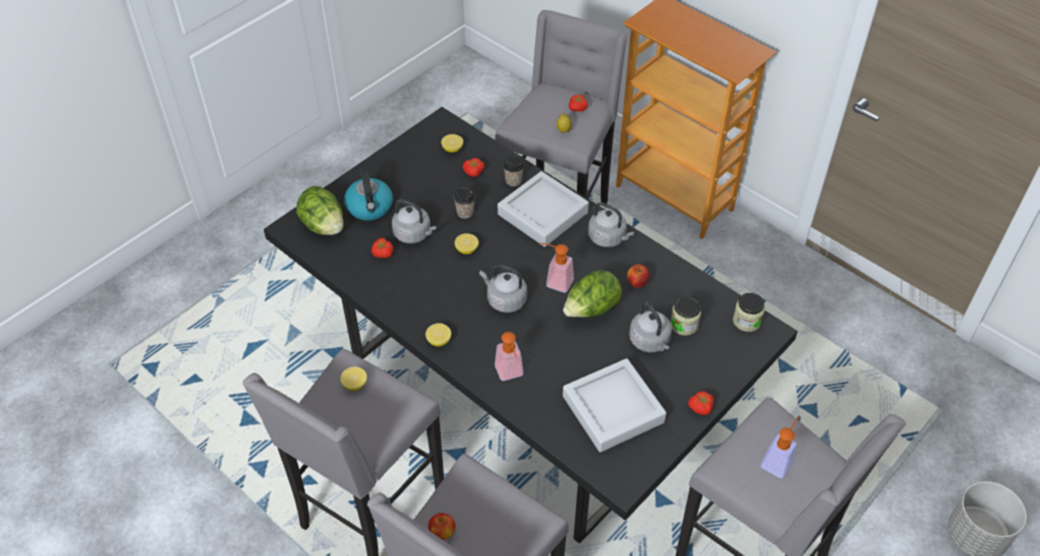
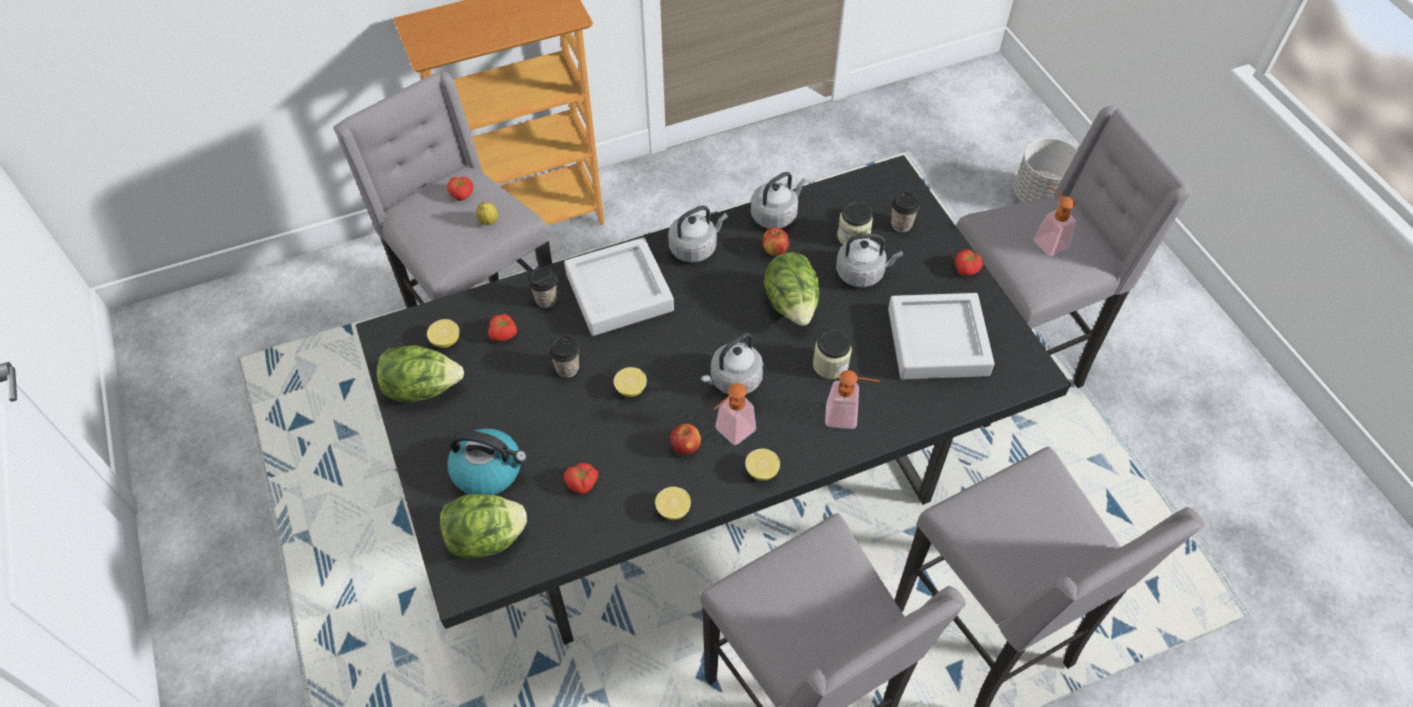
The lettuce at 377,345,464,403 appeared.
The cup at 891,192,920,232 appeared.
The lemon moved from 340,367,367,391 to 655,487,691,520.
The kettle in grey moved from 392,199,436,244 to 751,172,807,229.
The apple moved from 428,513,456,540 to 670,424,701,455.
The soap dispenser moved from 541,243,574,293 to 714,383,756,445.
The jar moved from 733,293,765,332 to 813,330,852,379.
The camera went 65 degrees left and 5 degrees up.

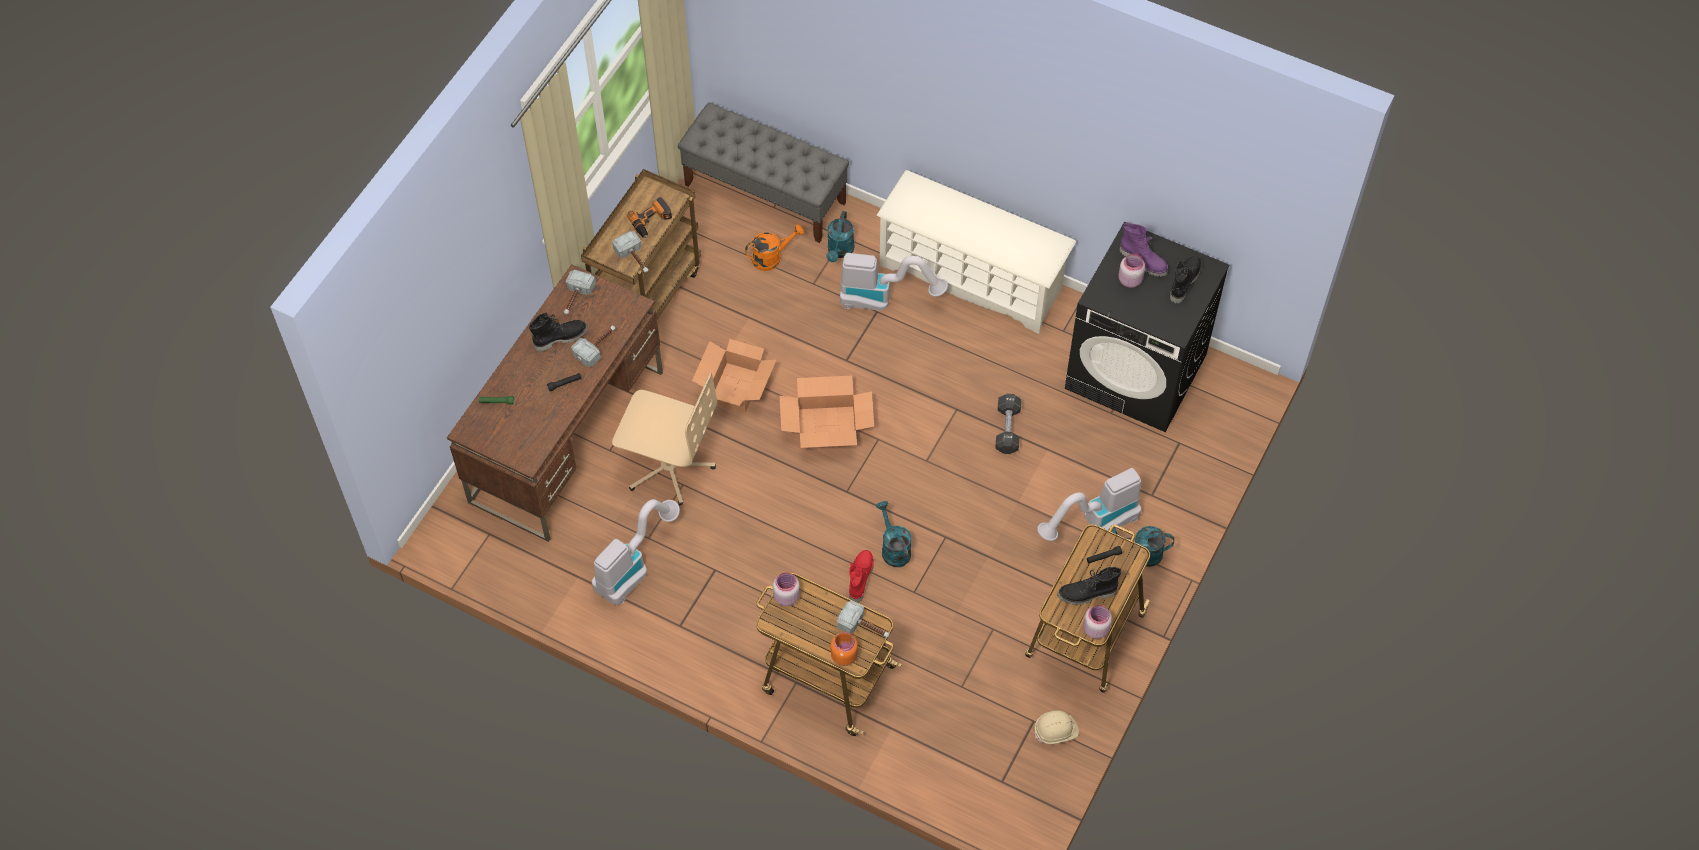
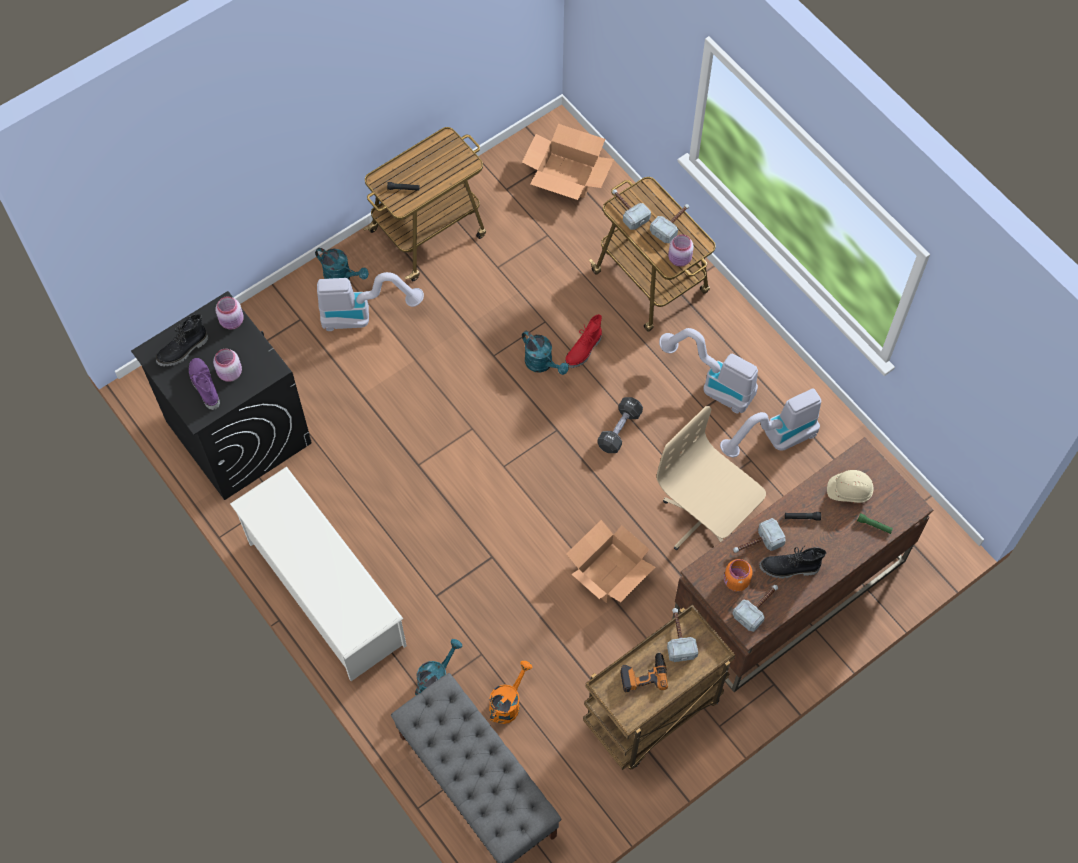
The boot in black at 1057,567,1122,605 disappeared.
The hammer at 650,204,689,243 appeared.
The cardboard box moved from 780,376,874,448 to 522,124,614,200.
The jar in orange moved from 831,632,858,666 to 724,559,753,592.
The vacuum cleaner moved from 840,253,948,310 to 659,328,758,414.
The dumbbell in black moved from 995,394,1021,454 to 597,397,643,453.
The hard hat in beige moved from 1034,710,1079,744 to 827,470,874,503.
The jar in pink moved from 1083,605,1112,639 to 216,296,244,330.
The watering can in orange at 745,224,804,271 turned 120 degrees clockwise.
The watering can in turquoise at 876,501,912,567 turned 45 degrees counterclockwise.
The camera went 155 degrees left and 5 degrees up.

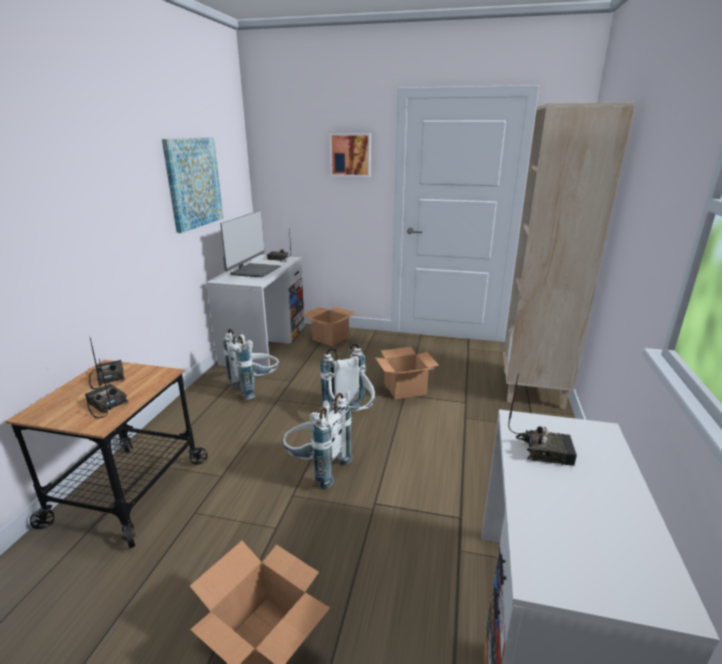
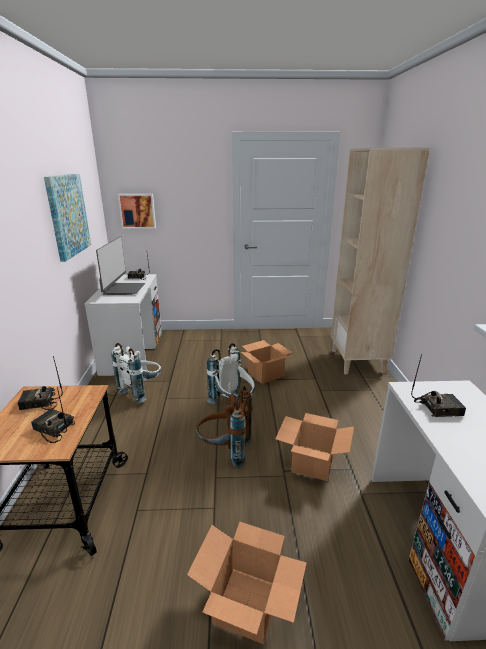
The cardboard box moved from 302,307,357,346 to 275,413,354,481.
The picture moved from 330,133,371,177 to 118,194,156,229.
The backpack in white at 282,393,353,489 became the backpack in brown at 196,386,252,468.
The radio at 89,336,124,389 turned 60 degrees counterclockwise.
The camera went 15 degrees left and 0 degrees up.

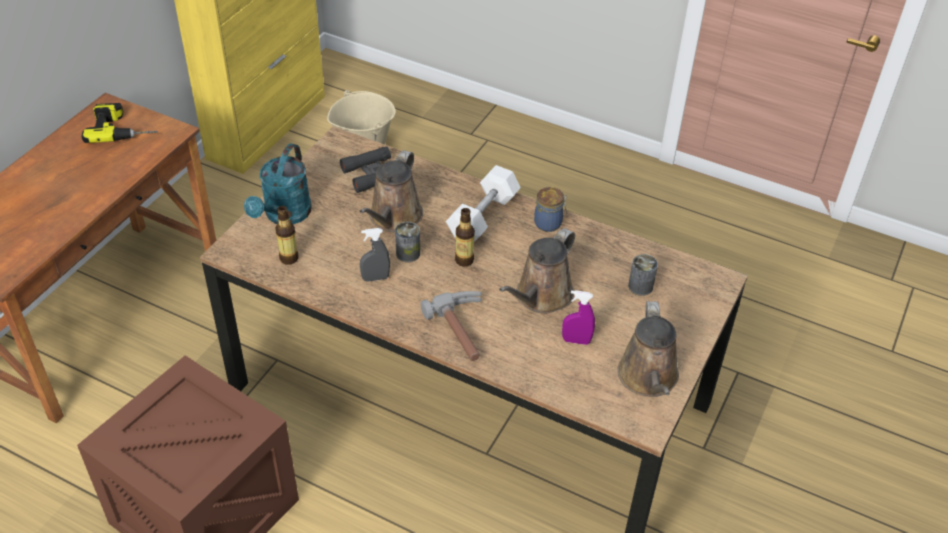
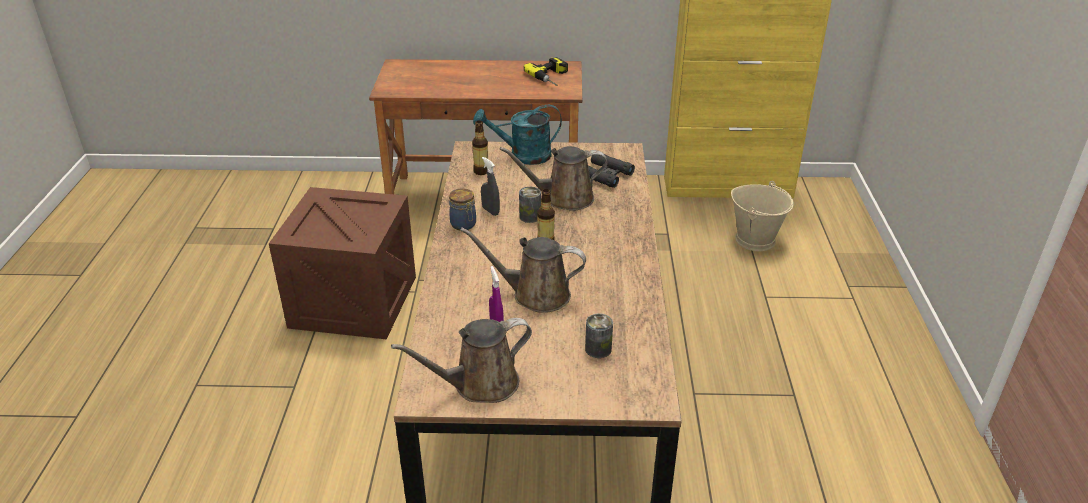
The hammer at 421,291,482,361 disappeared.
The dumbbell in white at 446,165,521,242 disappeared.
The jar moved from 534,187,567,232 to 449,188,476,230.
The camera went 65 degrees right and 10 degrees down.

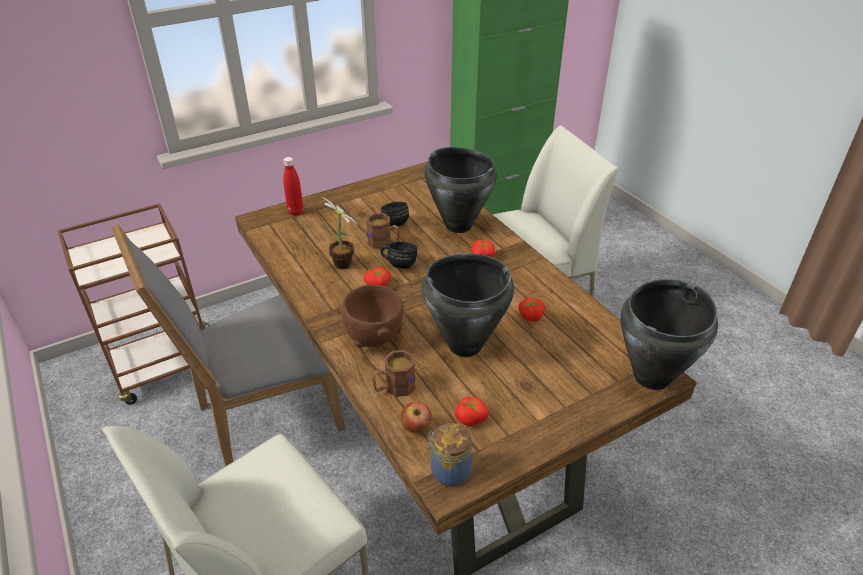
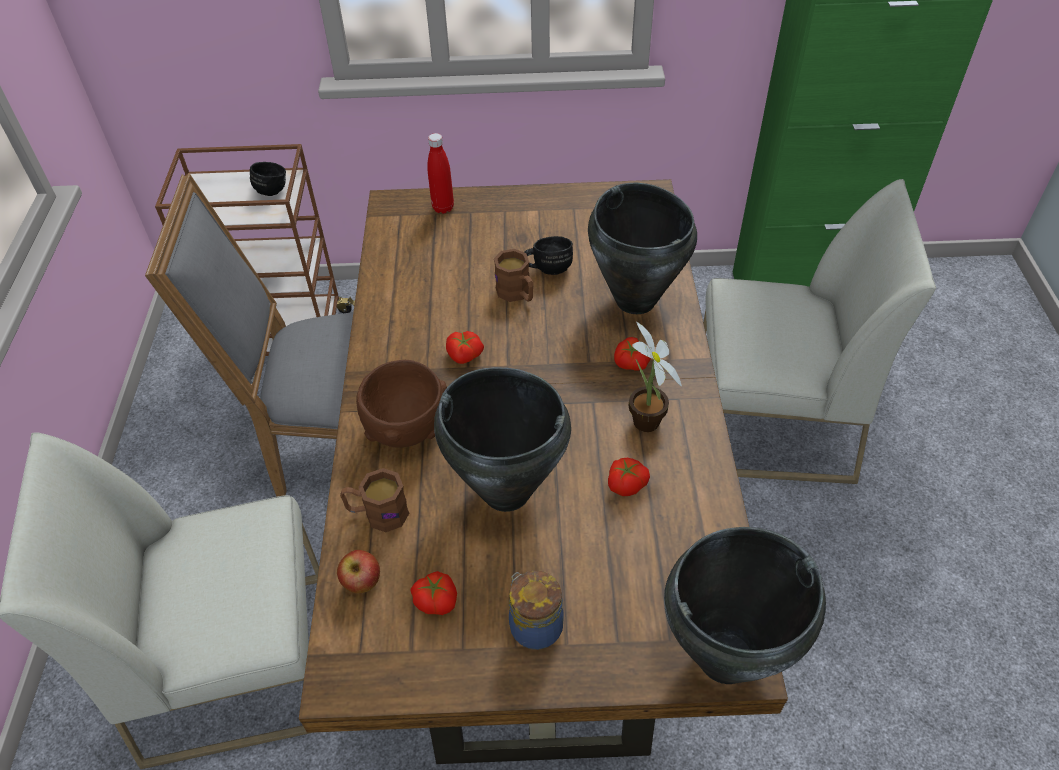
The potted plant moved from 322,197,359,269 to 628,321,682,432.
The mug in black moved from 380,241,418,269 to 250,162,286,196.
The jar moved from 427,423,472,486 to 509,571,564,650.
The camera went 30 degrees right and 10 degrees up.

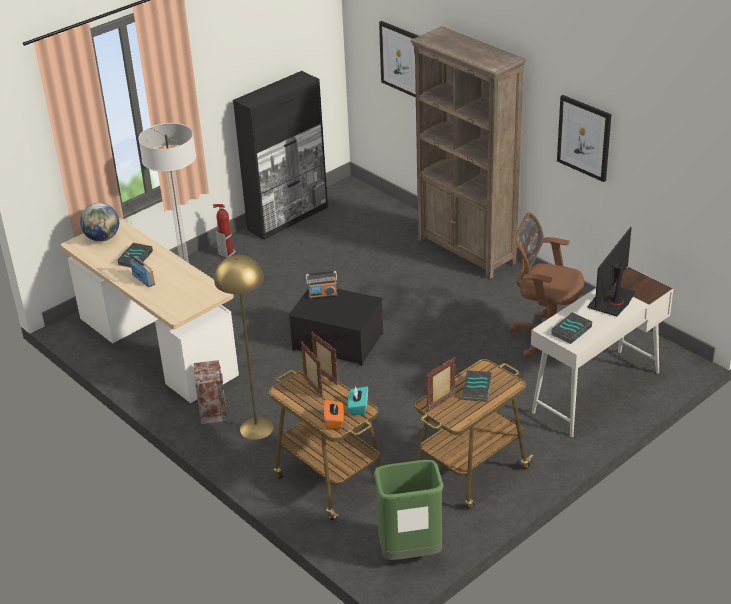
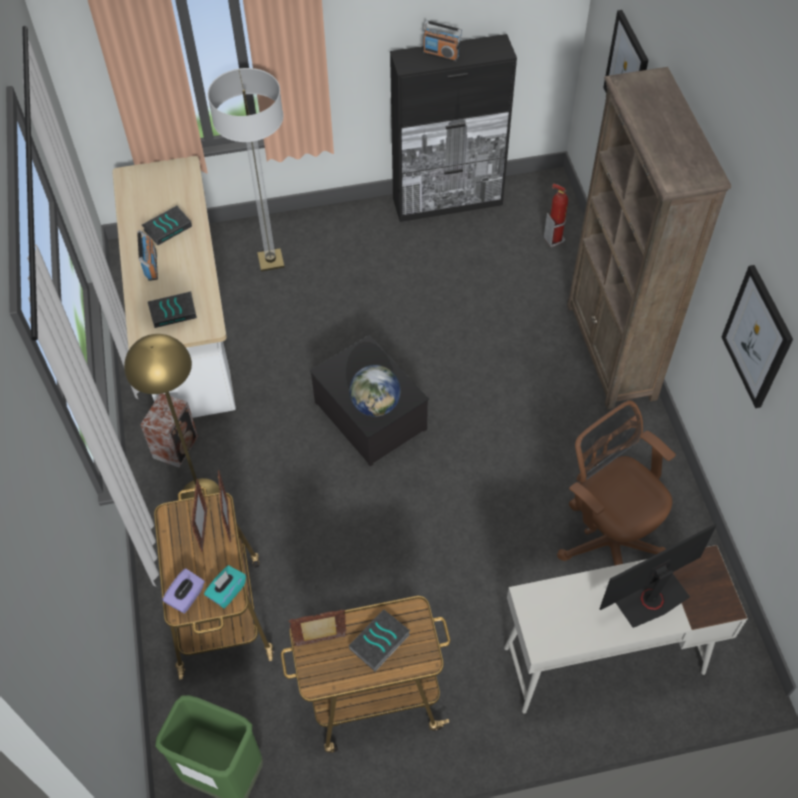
The globe moved from 80,203,119,242 to 349,365,401,417.
The fire extinguisher moved from 213,204,236,258 to 544,184,568,247.
The radio moved from 306,271,338,299 to 423,21,462,62.
The book moved from 551,312,592,344 to 148,291,197,328.
The tissue box in orange at 324,400,344,429 became the tissue box in purple at 162,568,205,613.
The camera went 30 degrees right and 20 degrees up.

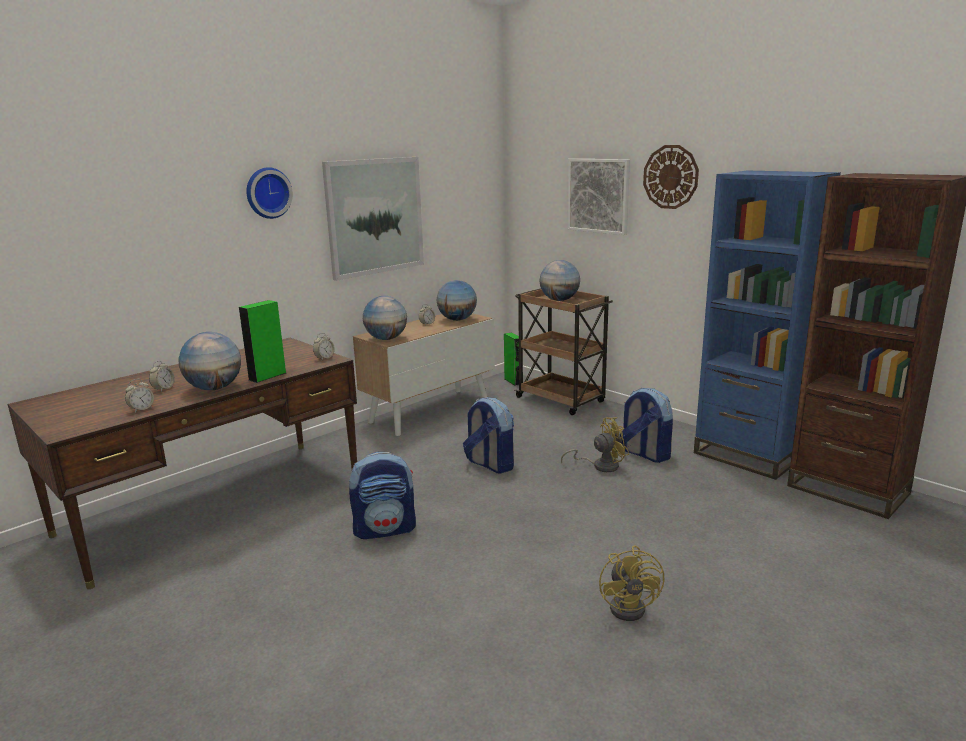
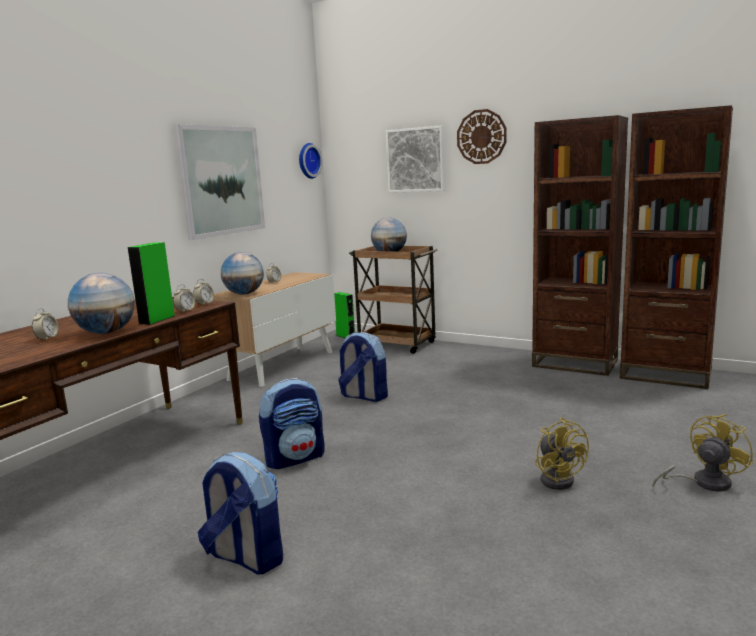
The globe at 437,280,477,321 disappeared.
The alarm clock moved from 125,379,154,413 to 173,284,196,313.
The wall clock moved from 246,167,293,219 to 299,143,322,179.
The fan in yellow moved from 561,417,629,472 to 653,414,753,491.
The backpack moved from 620,388,673,463 to 197,452,283,575.
The bookcase in blue at 694,171,841,480 became the bookcase in brown at 532,115,628,376.
The camera went 15 degrees left and 5 degrees down.

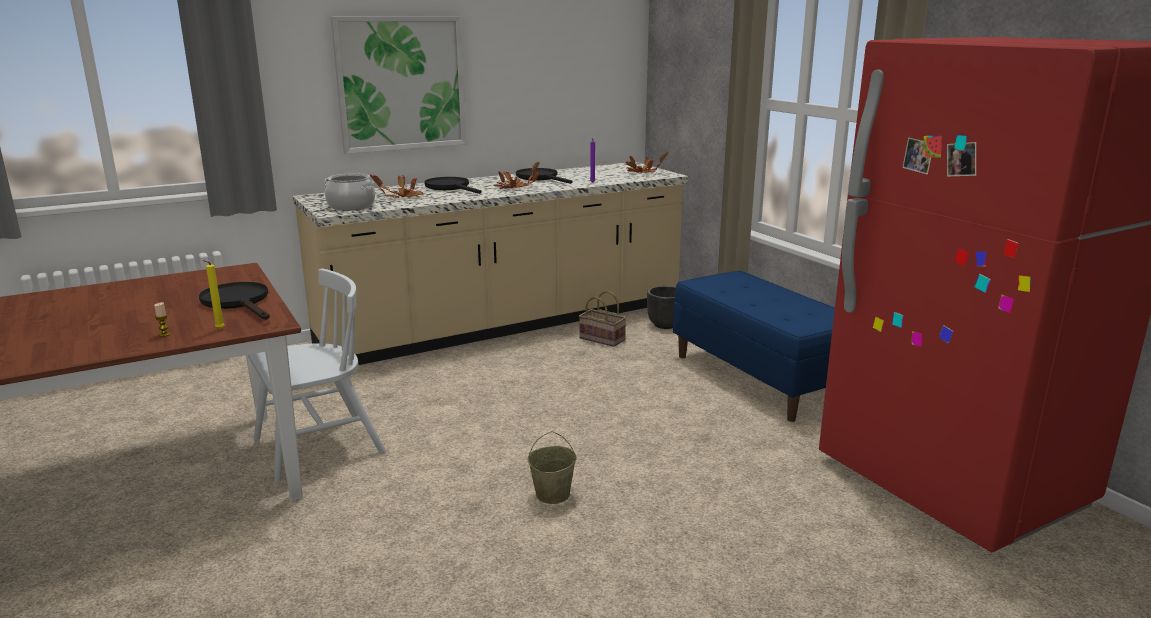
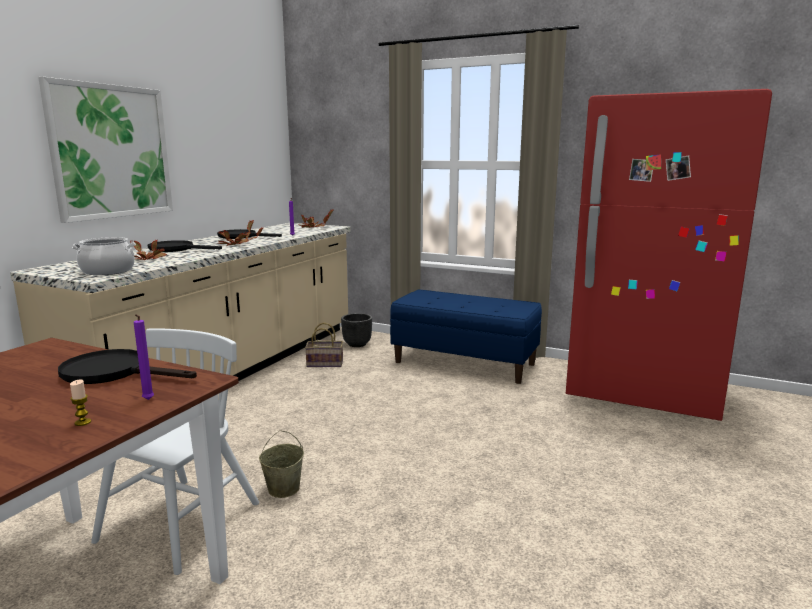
The bucket in beige moved from 528,431,577,504 to 259,430,304,498.
The candle in yellow at 203,260,225,329 became the candle in purple at 134,314,154,400.
The camera went 35 degrees left and 5 degrees down.

